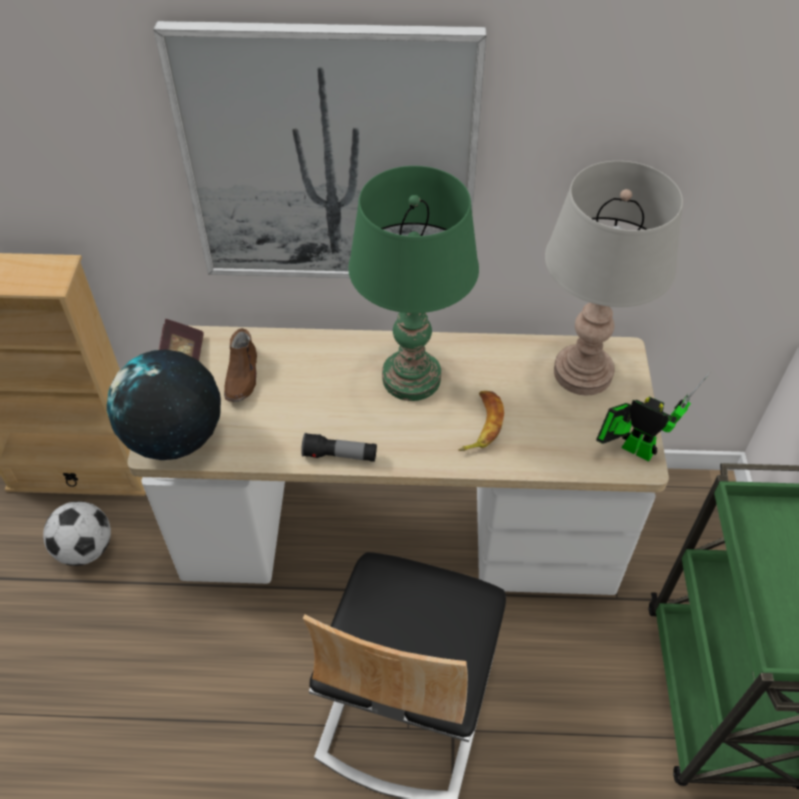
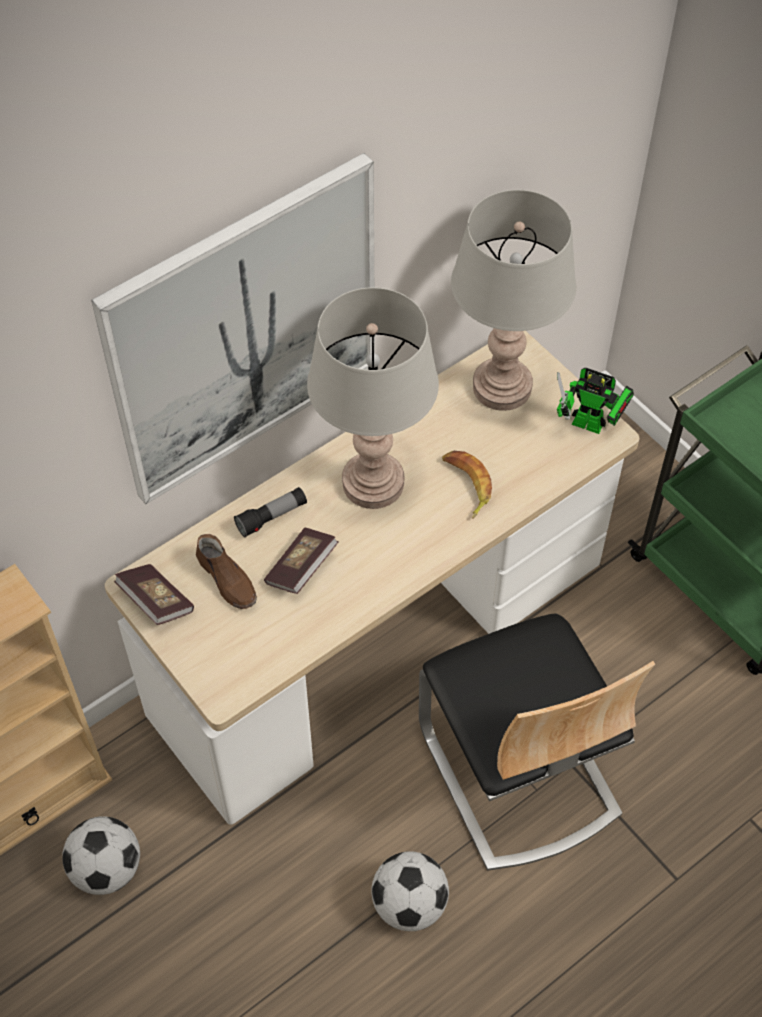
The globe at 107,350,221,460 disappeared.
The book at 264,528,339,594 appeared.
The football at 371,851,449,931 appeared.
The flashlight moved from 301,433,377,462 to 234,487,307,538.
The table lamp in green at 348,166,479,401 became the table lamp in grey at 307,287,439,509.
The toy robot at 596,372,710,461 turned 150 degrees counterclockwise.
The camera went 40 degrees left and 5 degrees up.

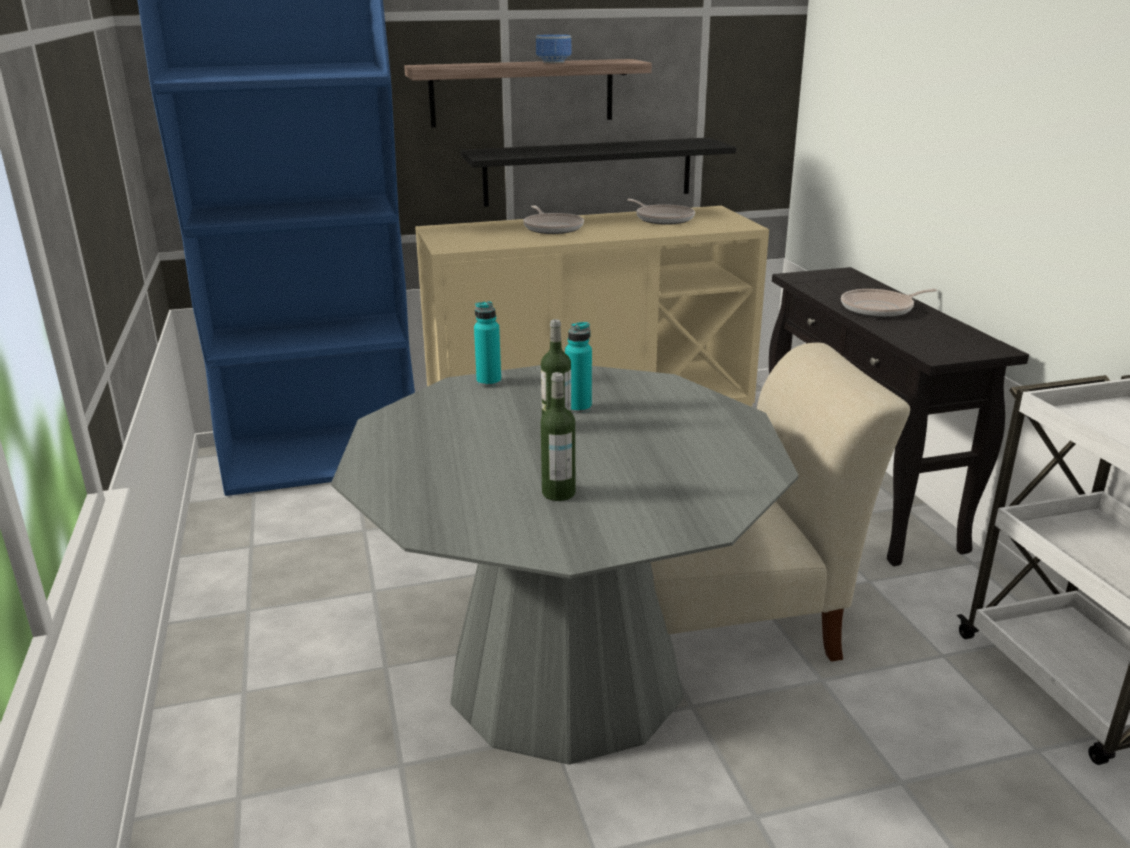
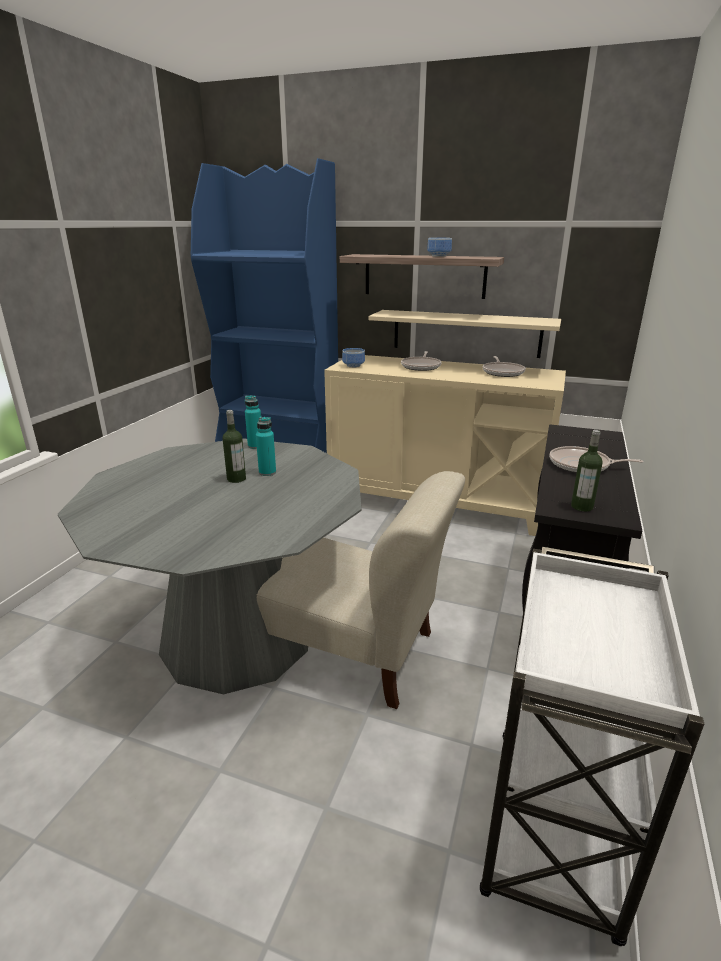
The bowl at 342,348,365,368 appeared.
The bottle moved from 541,372,575,501 to 571,430,603,512.
The shelf in black at 460,138,736,207 became the shelf in beige at 368,310,561,358.
The camera went 35 degrees right and 0 degrees up.

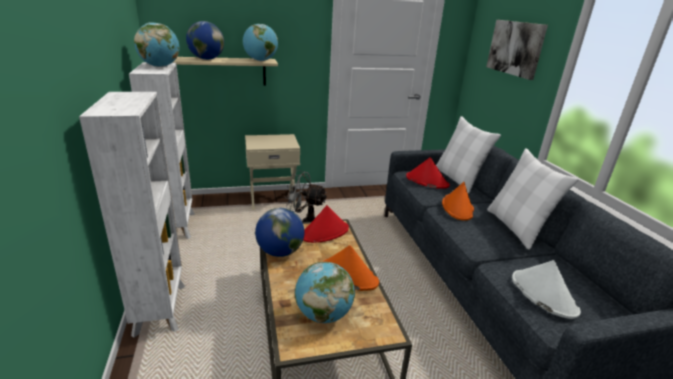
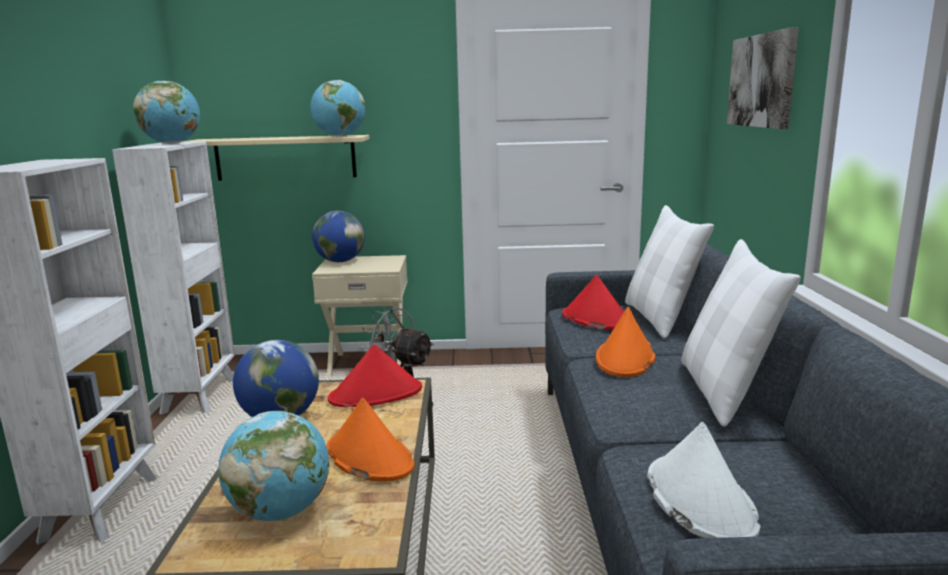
The globe moved from 186,21,224,60 to 312,210,365,262.
The camera went 15 degrees right and 10 degrees down.

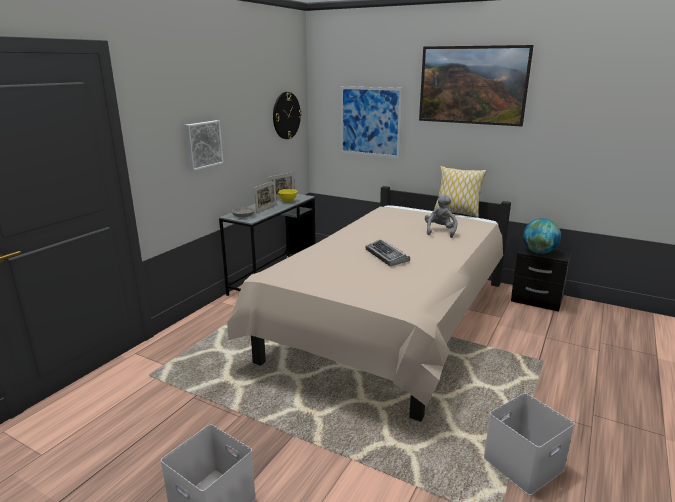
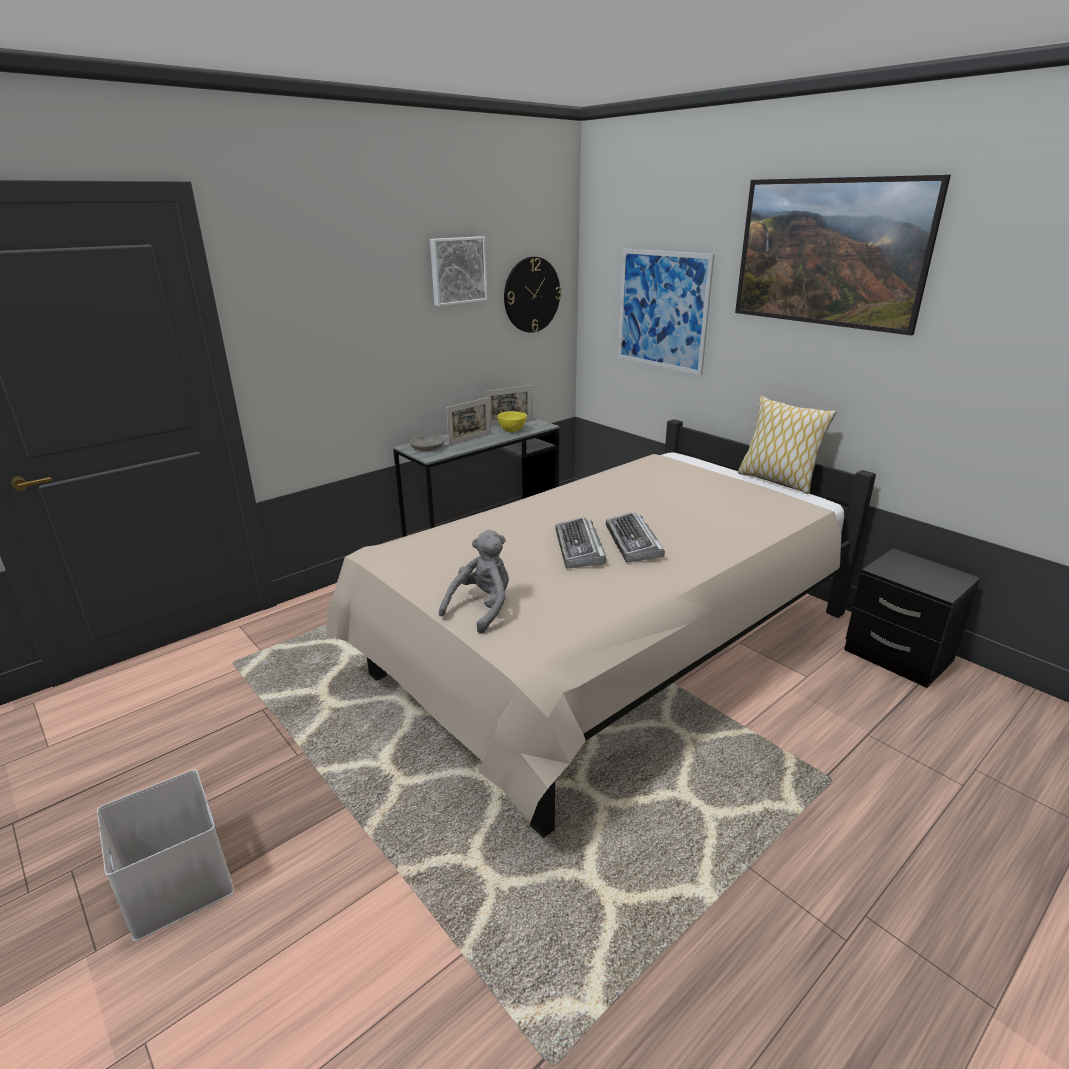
The storage box in white at 484,393,575,495 disappeared.
The globe at 523,218,561,254 disappeared.
The keyboard at 606,512,665,562 appeared.
The picture moved from 184,120,223,171 to 430,236,487,306.
The plush toy in grey moved from 425,194,457,238 to 439,530,509,634.
The camera went 20 degrees right and 5 degrees up.

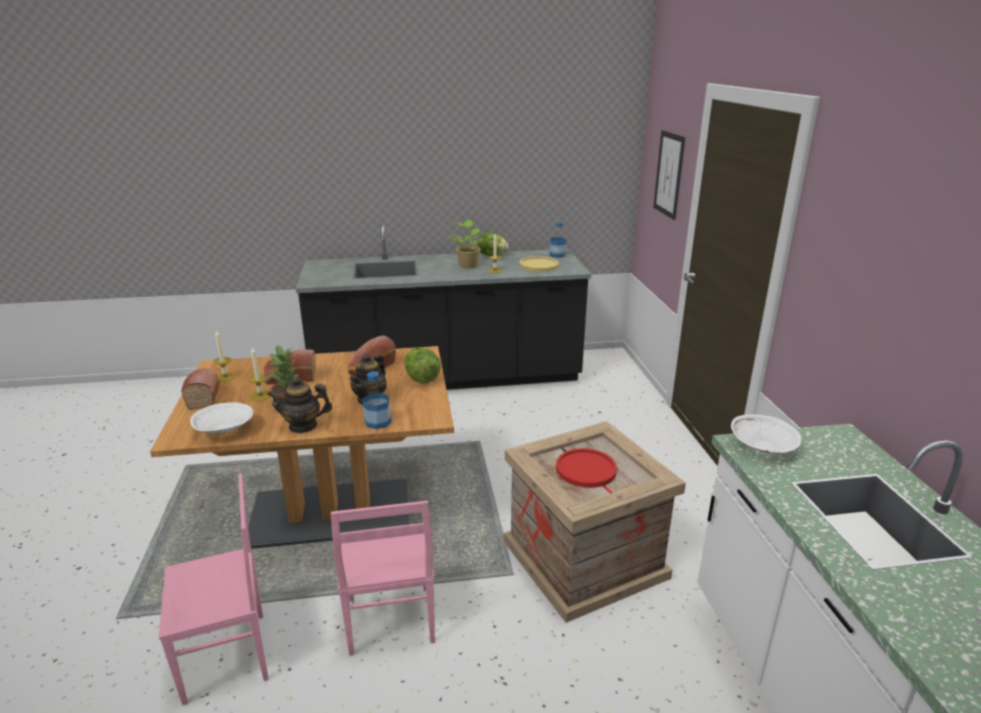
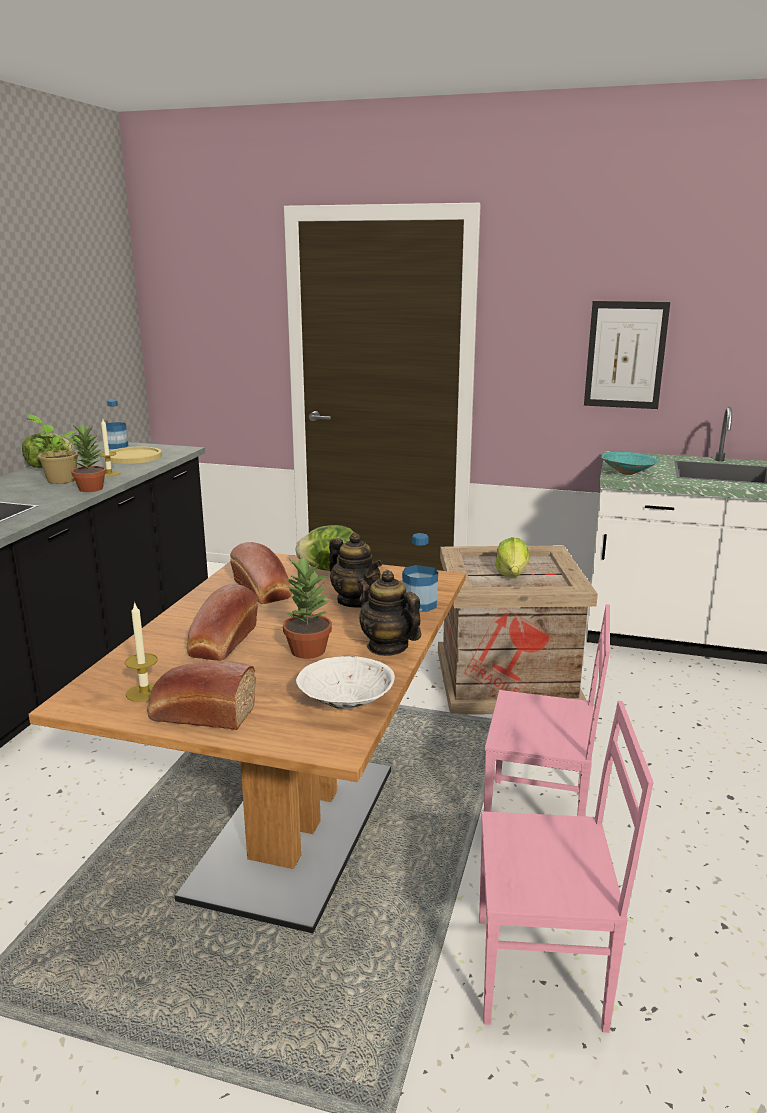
The candle at 249,347,270,401 disappeared.
The potted plant at 71,424,106,492 appeared.
The picture moved from 653,130,685,220 to 584,301,670,409.
The plate in red at 556,448,617,488 was replaced by the lettuce at 495,537,529,577.
The bowl in white at 731,415,802,453 became the bowl in turquoise at 601,452,659,475.
The chair in pink at 159,473,268,705 turned 90 degrees clockwise.
The teapot at 267,377,332,433 turned 120 degrees clockwise.
The camera went 65 degrees left and 5 degrees down.

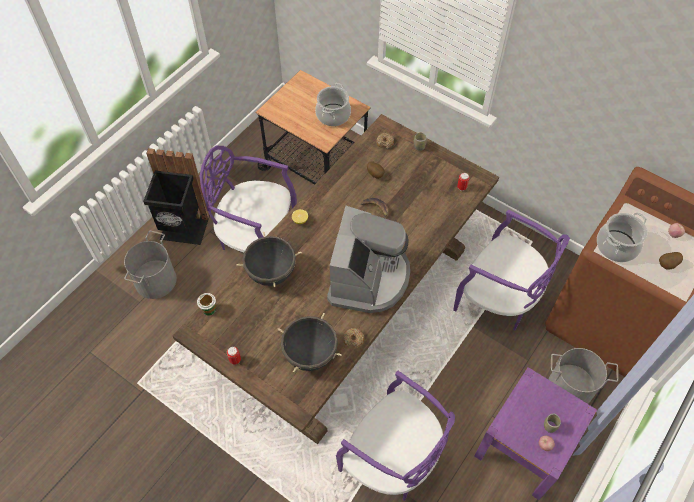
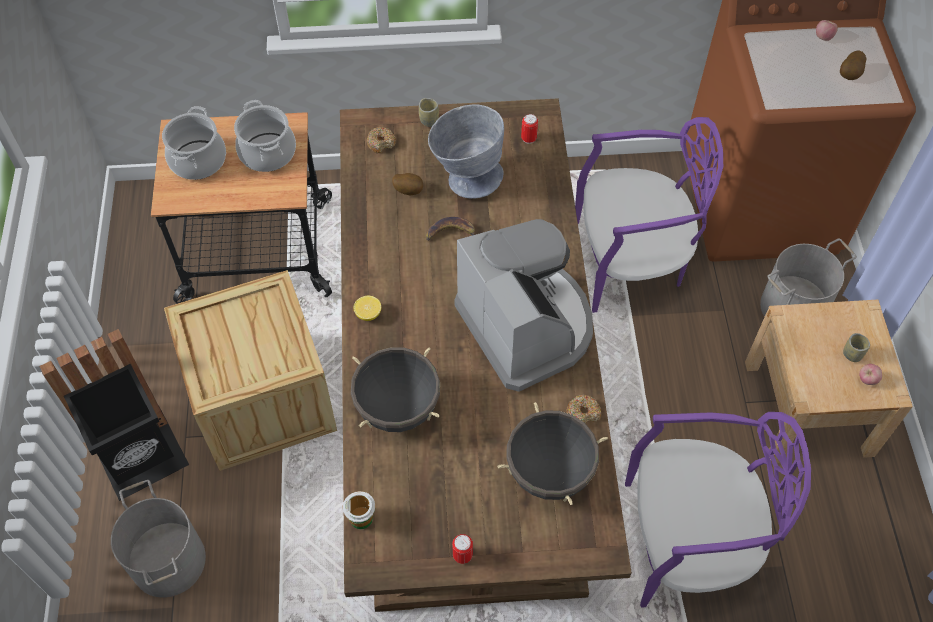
The bowl in grey at 428,105,504,199 appeared.
The cooking pot moved from 597,212,647,262 to 162,106,226,180.
The chair in purple at 200,146,297,252 was replaced by the crate at 164,270,337,471.
The nightstand in purple at 474,367,597,500 became the nightstand in beige at 745,300,913,464.
The camera went 40 degrees left and 0 degrees up.

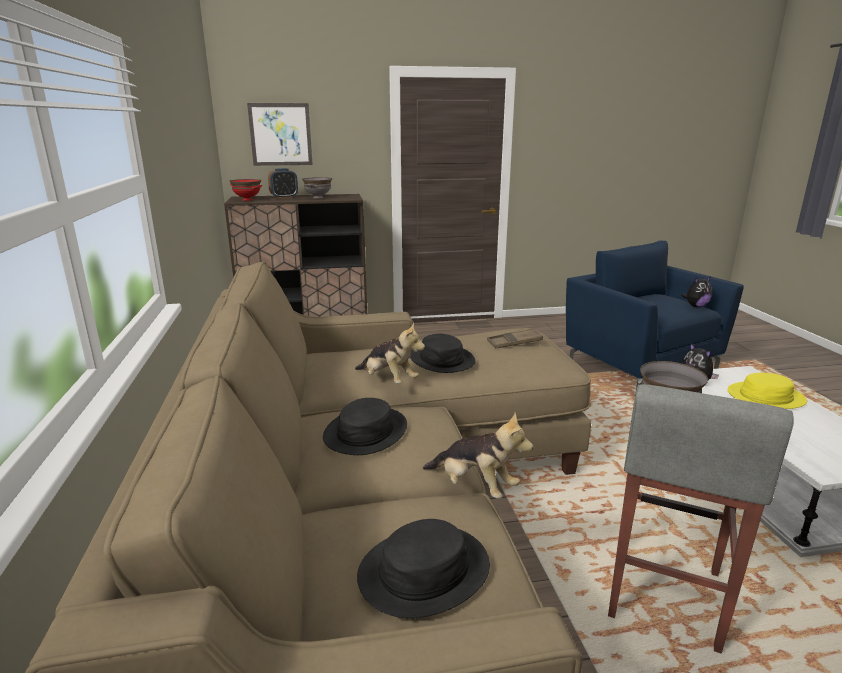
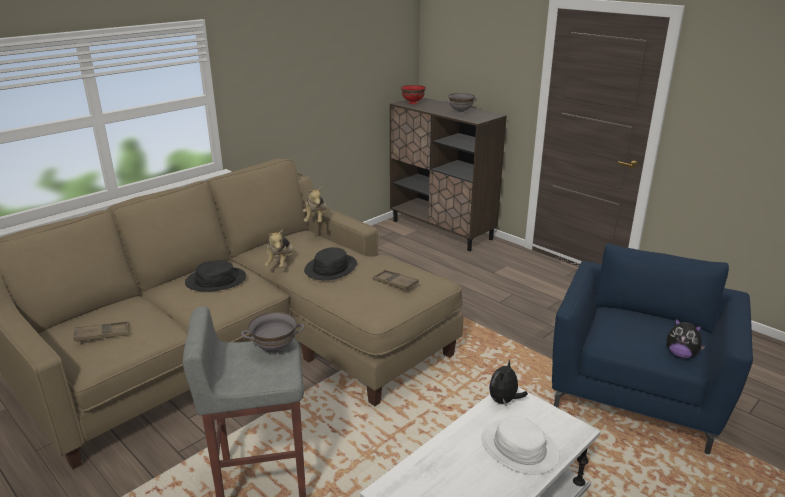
The picture at 247,103,313,166 disappeared.
The alarm clock at 268,168,298,199 disappeared.
The plush toy moved from 423,412,533,499 to 303,187,327,223.
The hat in black at 357,519,490,618 was replaced by the tray in brown at 74,321,129,342.
The hat in yellow at 727,373,807,409 became the hat in white at 481,417,560,474.
The camera went 55 degrees right and 5 degrees up.

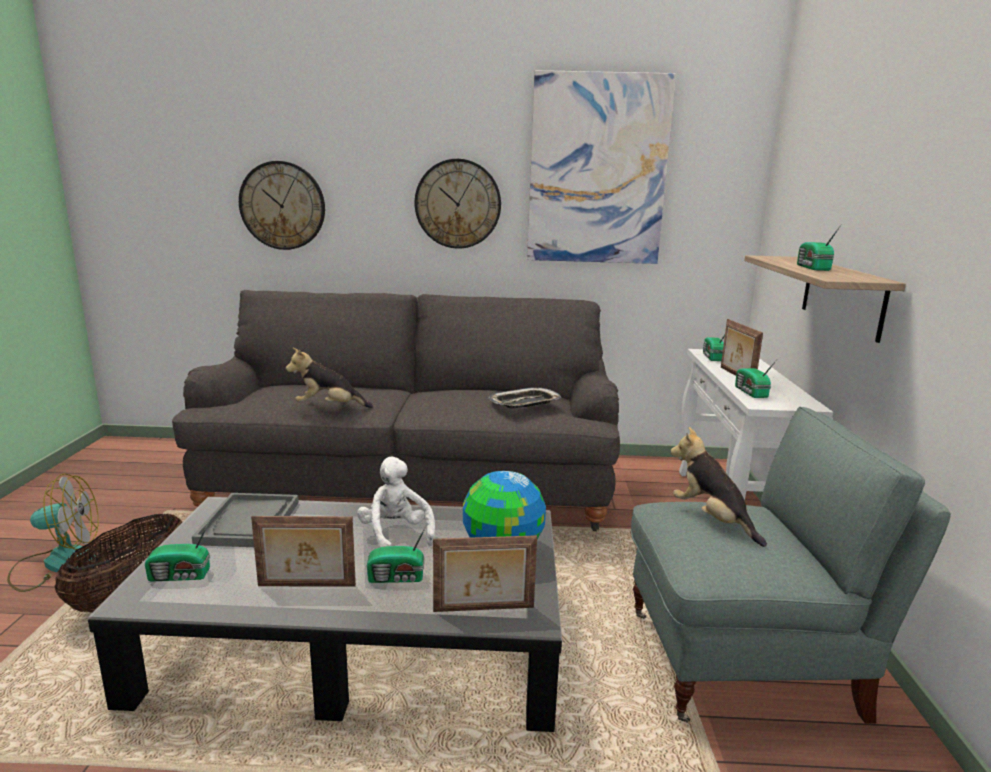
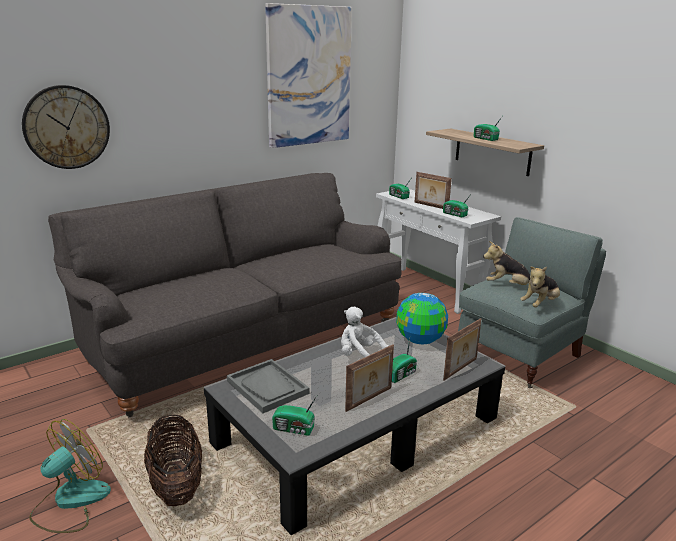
The wall clock at 415,159,501,249 disappeared.
The tray at 488,387,561,408 disappeared.
The plush toy moved from 286,347,373,408 to 520,267,560,307.
The radio at 145,520,210,582 turned 60 degrees clockwise.
The camera went 40 degrees left and 5 degrees up.

